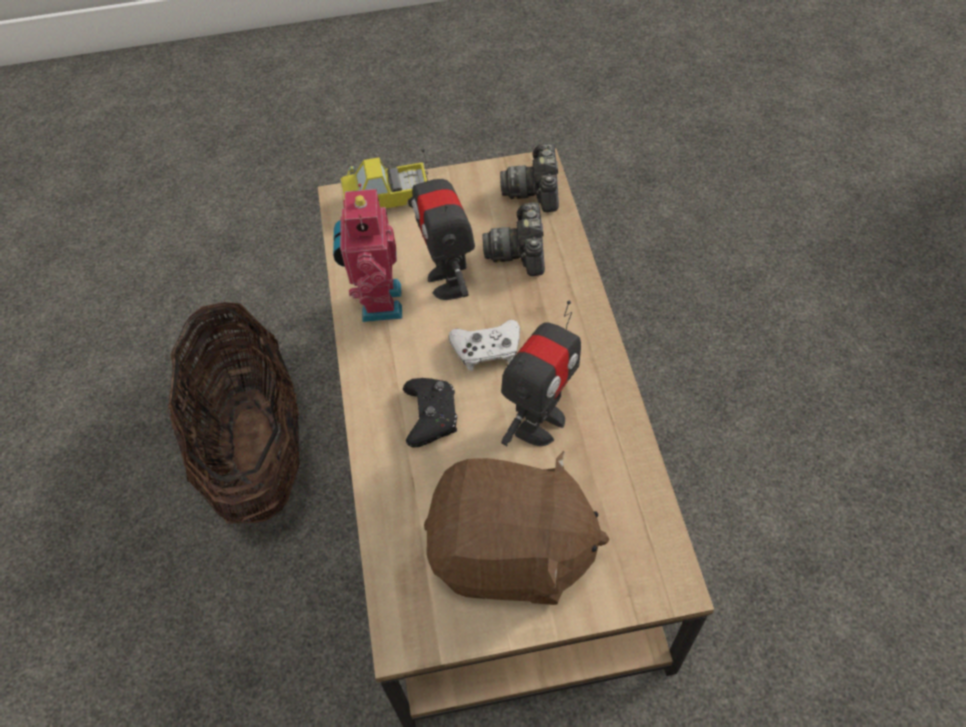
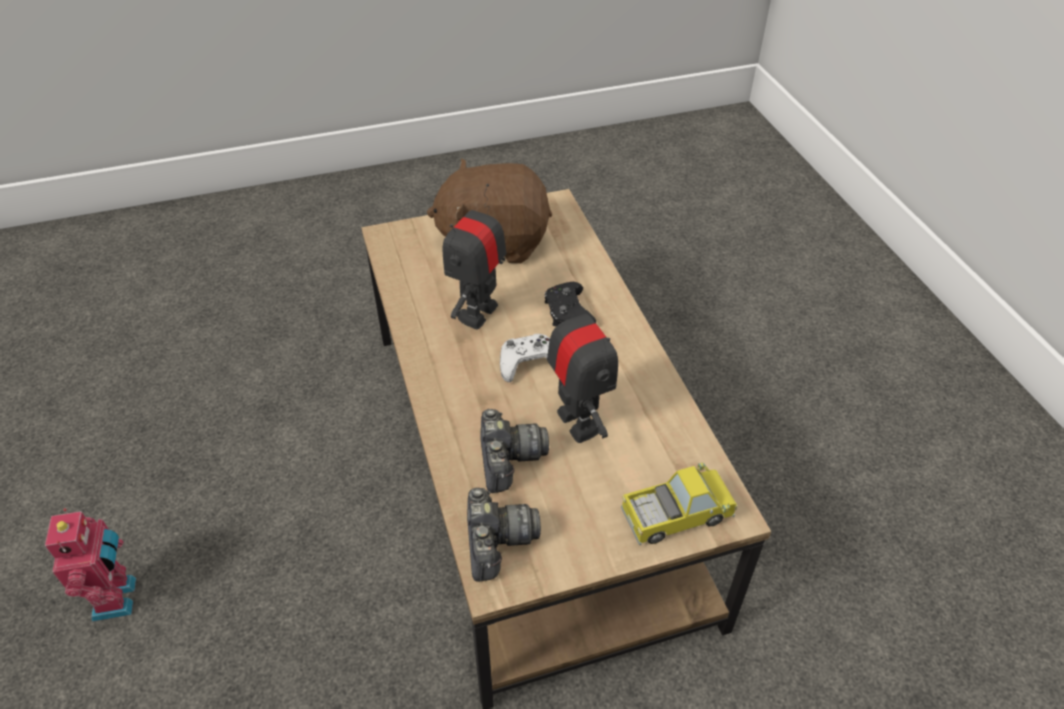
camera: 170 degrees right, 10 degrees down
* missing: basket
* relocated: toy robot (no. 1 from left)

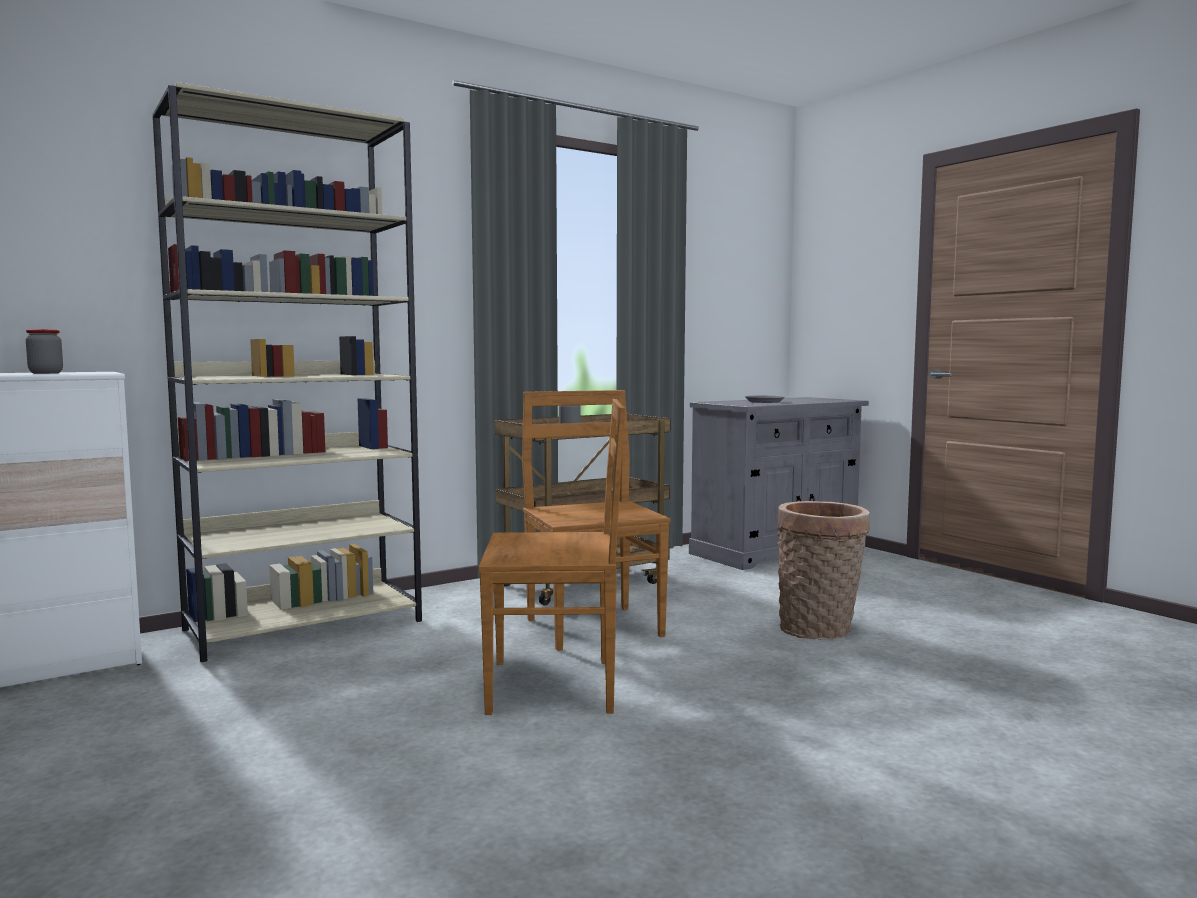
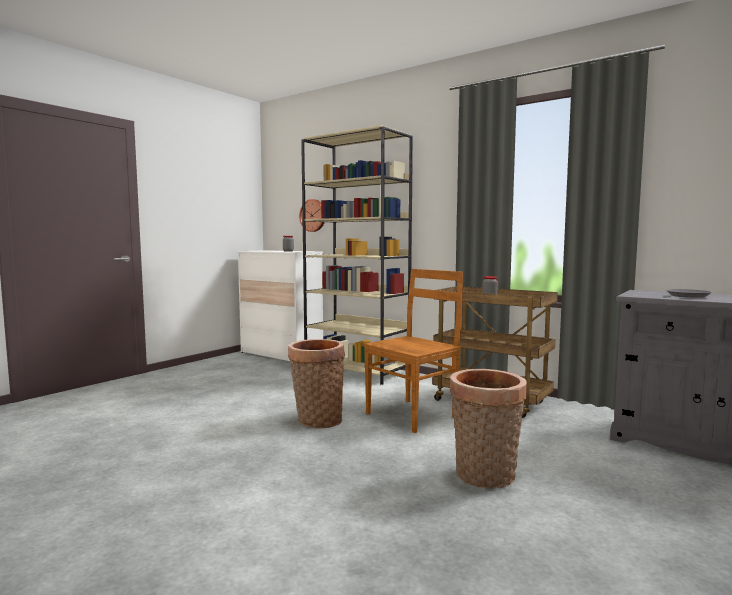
camera: 70 degrees right, 0 degrees up
* appeared: wall clock
* exchanged: plain chair in brown (no. 1 from left) to basket (no. 1 from left)

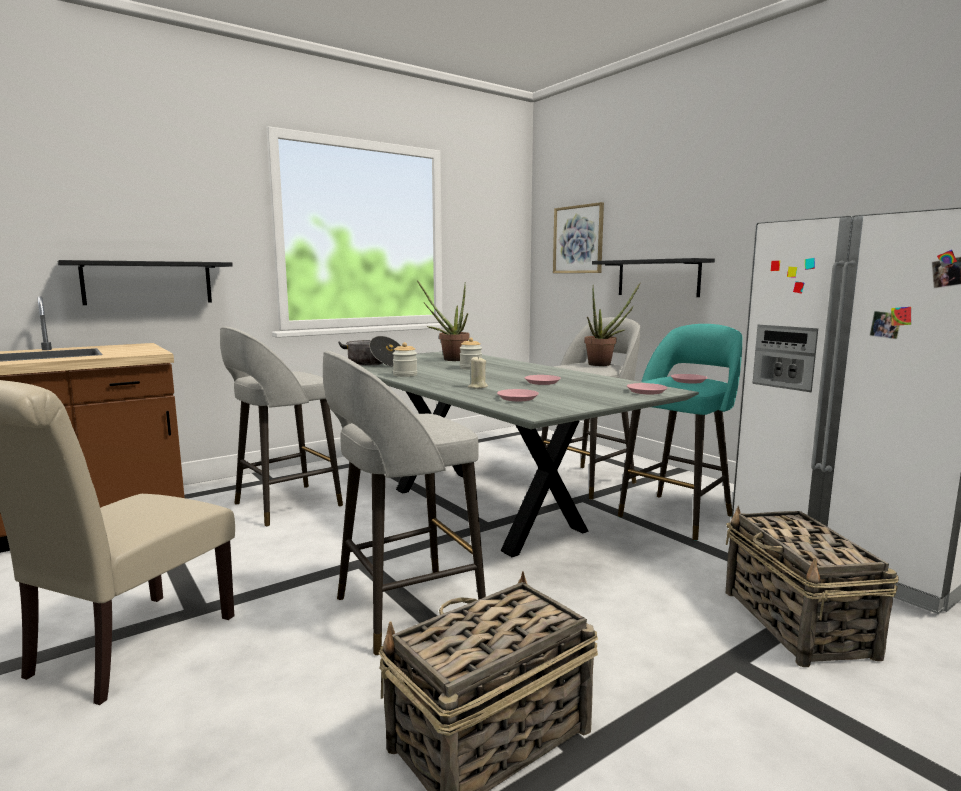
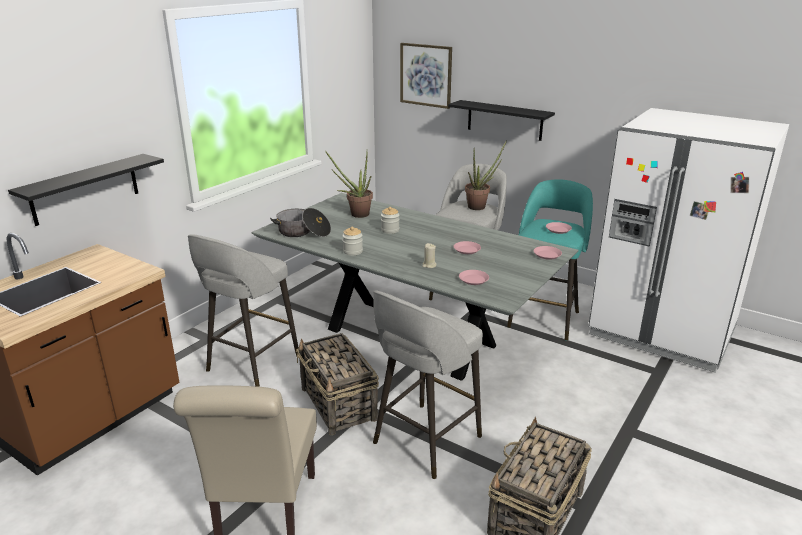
camera: 20 degrees left, 15 degrees up
* relocated: basket (no. 2 from left in the first image) to basket (no. 1 from left)

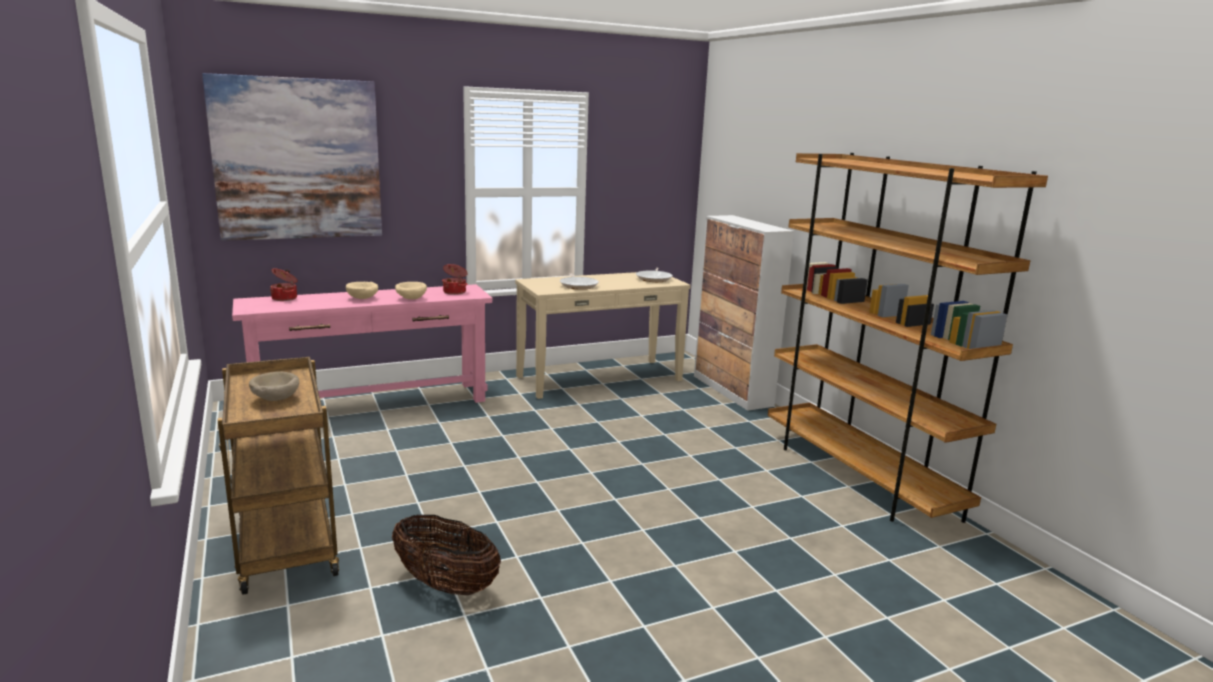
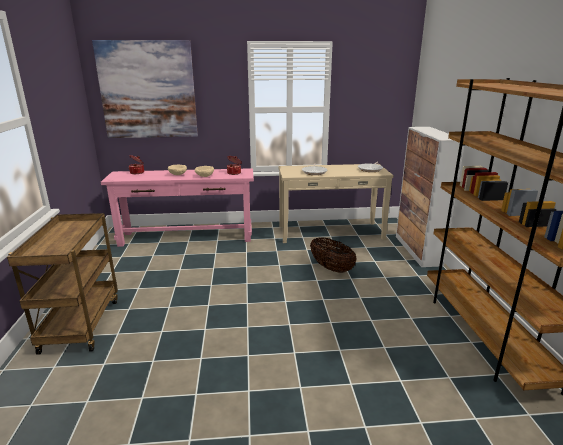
camera: 20 degrees right, 5 degrees up
* missing: serving bowl in beige (no. 1 from left)
* relocated: basket

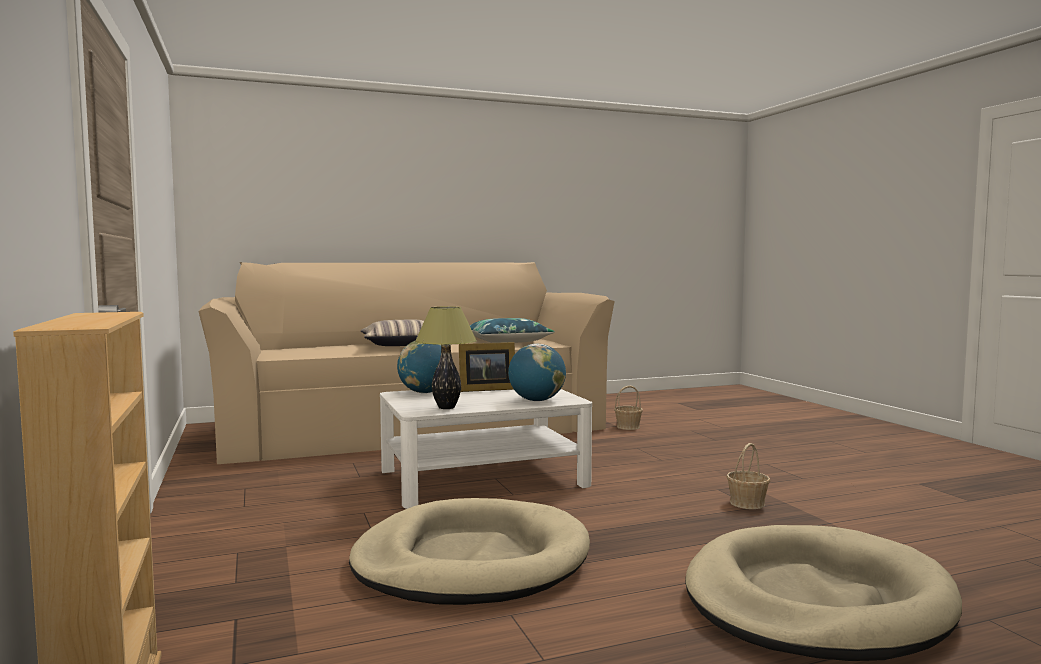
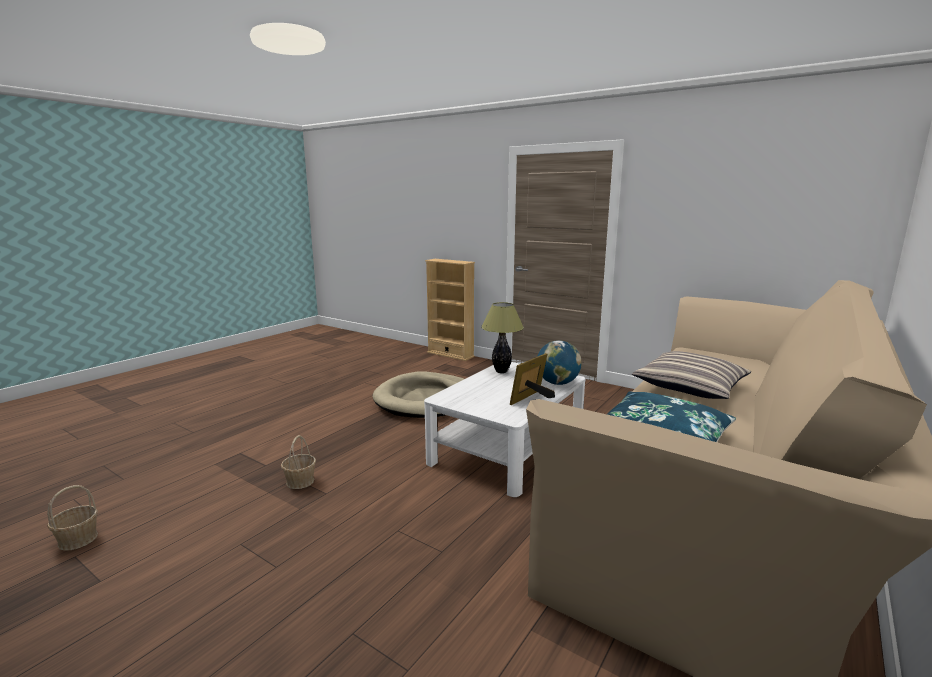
camera: 145 degrees right, 10 degrees up
* missing: desk globe (no. 2 from left)
* missing: pet bed in beige (no. 2 from left)
* relocated: basket (no. 1 from left)

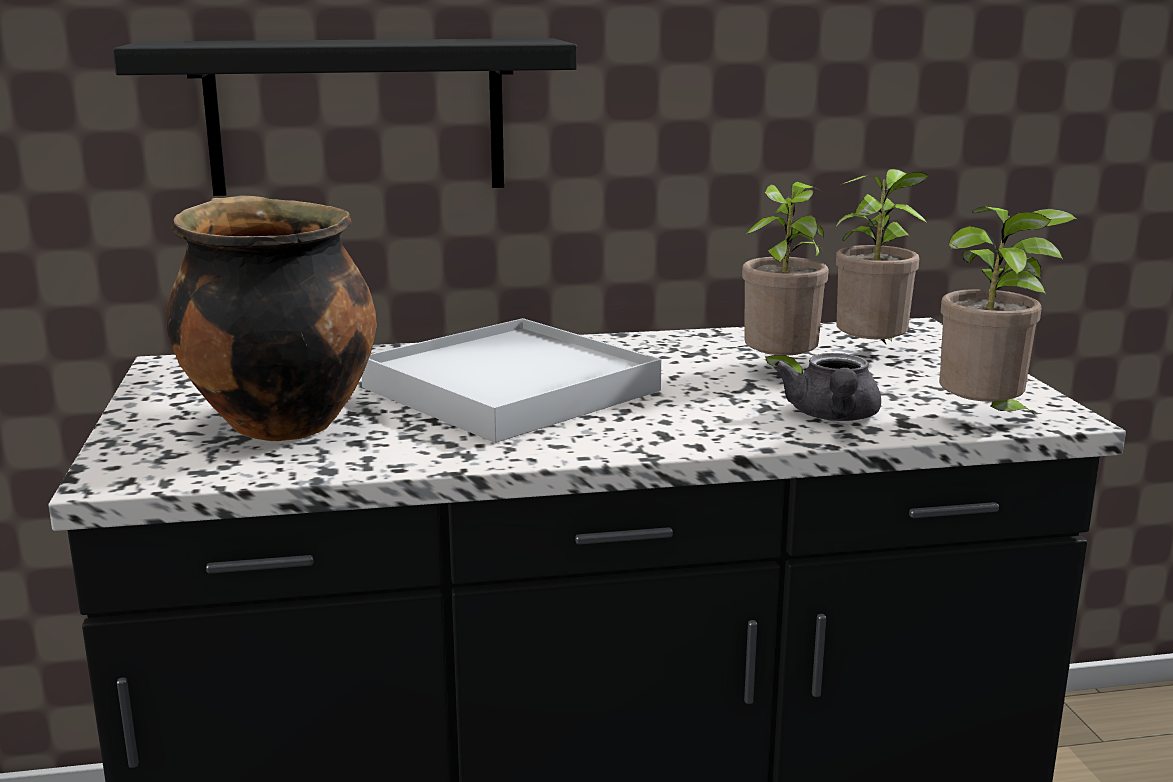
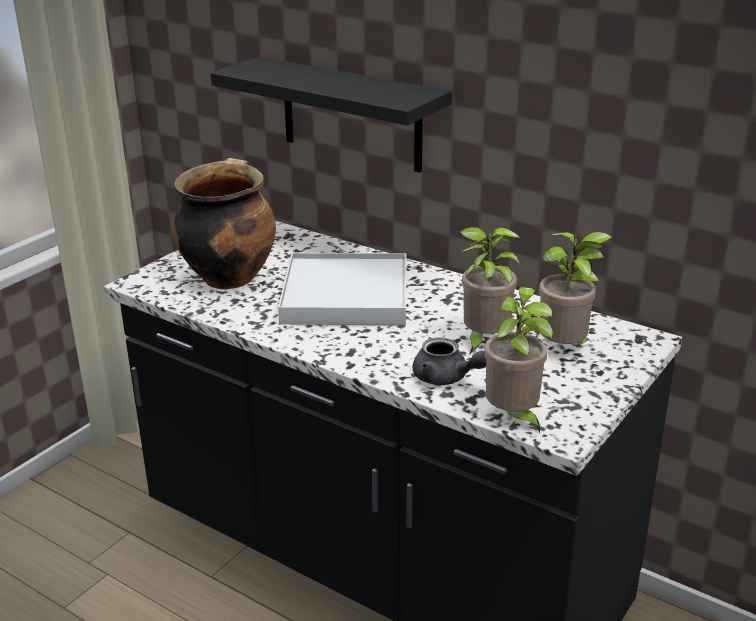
camera: 45 degrees right, 10 degrees up
* spun: tea pot in gray 105 degrees counterclockwise

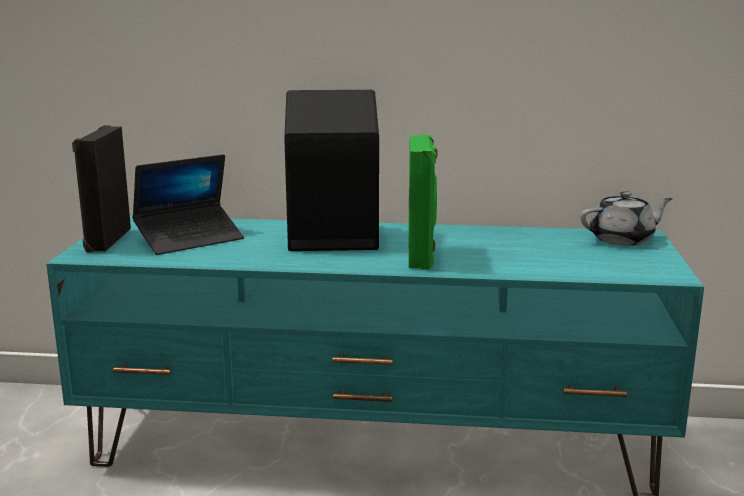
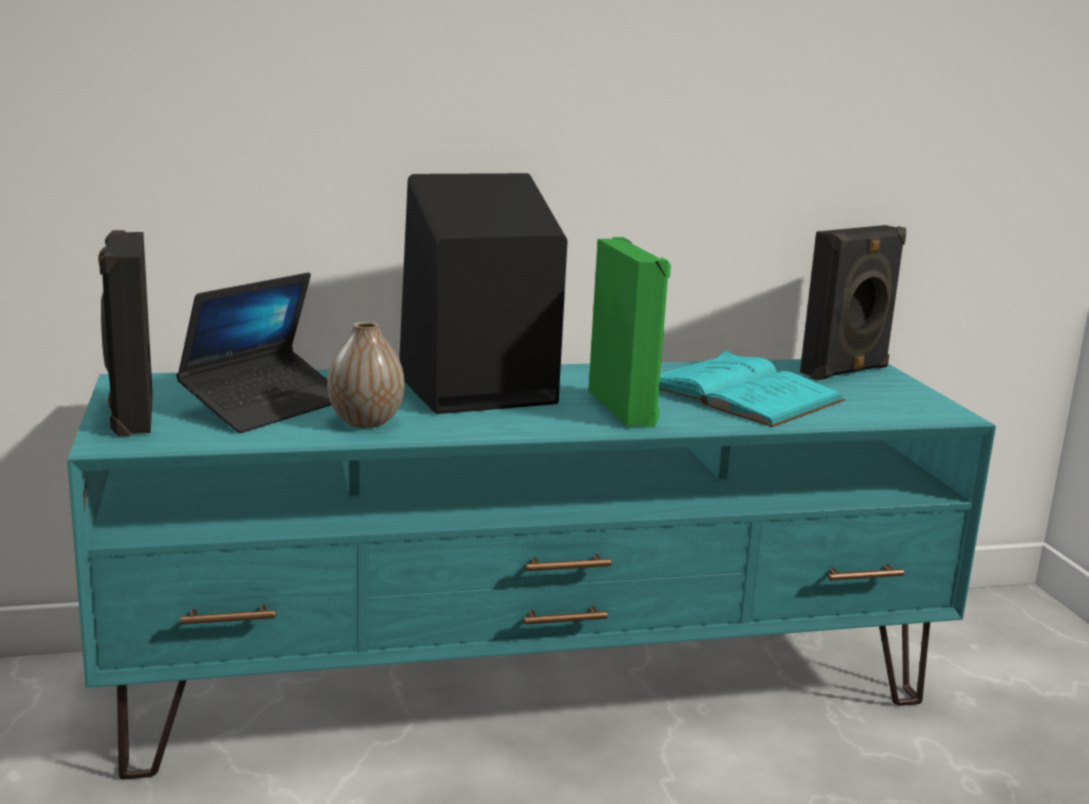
camera: 20 degrees left, 0 degrees up
* appeared: flower vase
* appeared: volume in turquoise
* exchanged: tea pot in gray to audio speaker in black (no. 3 from left)

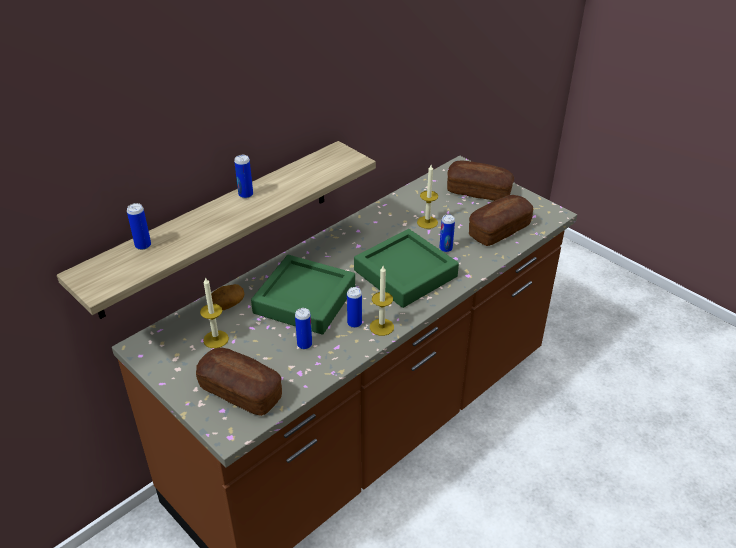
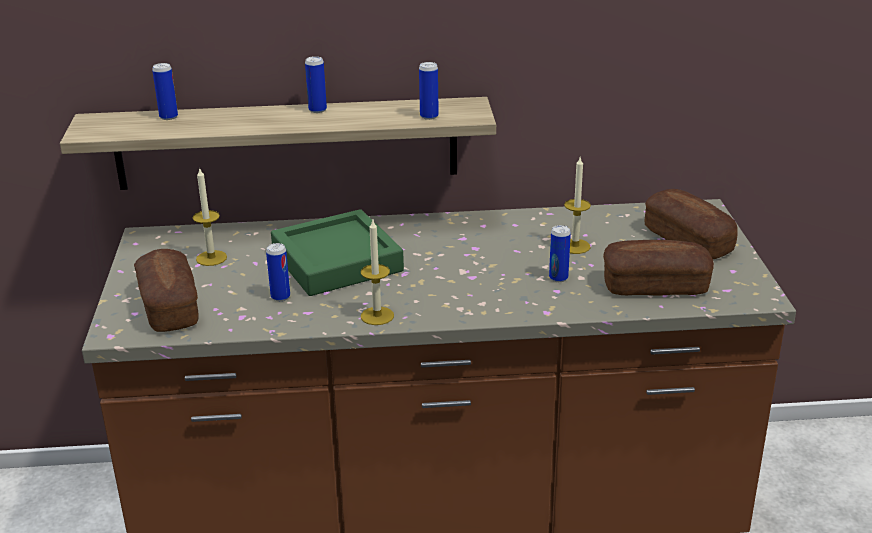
camera: 40 degrees right, 10 degrees down
* missing: spud
* missing: serving tray in green (no. 2 from left)
* relocated: can (no. 4 from left)

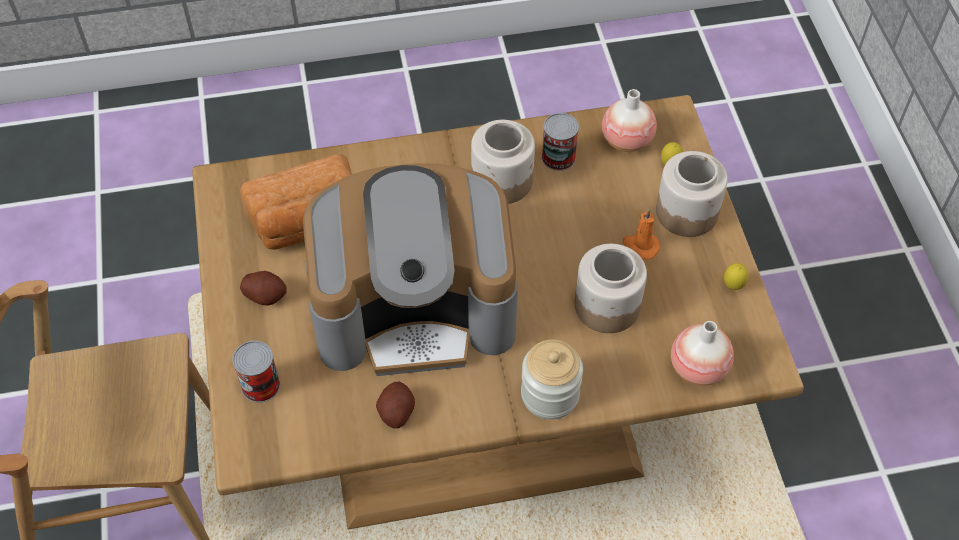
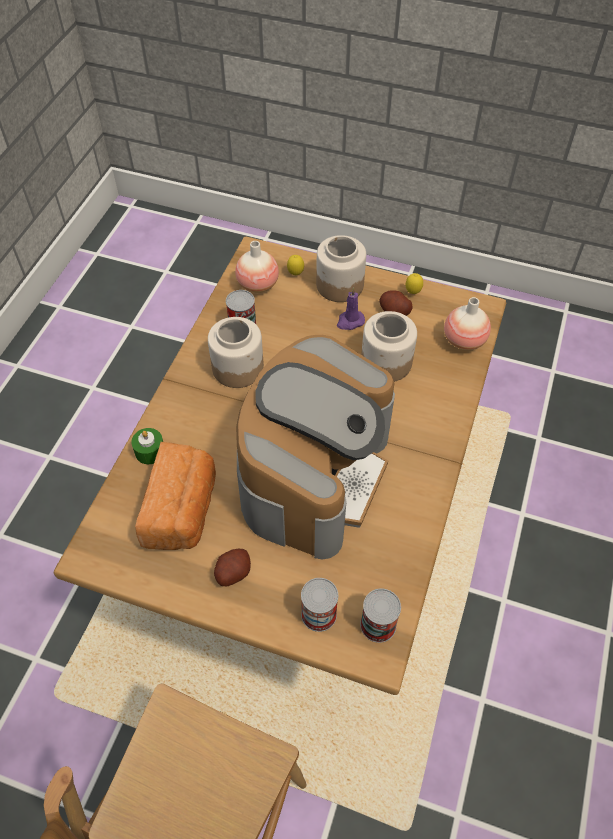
camera: 60 degrees left, 0 degrees up
* missing: preserve jar (no. 2 from left)
* appeared: candle in green
* appeared: can (no. 3 from left)
* relocated: spud (no. 2 from left)
* colour: candle in orange to candle in purple

